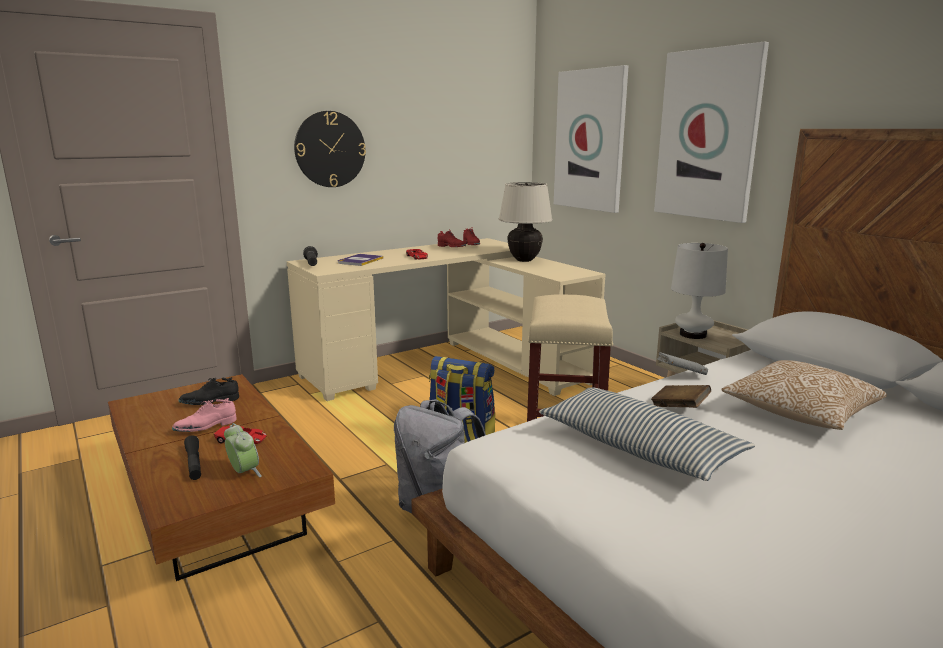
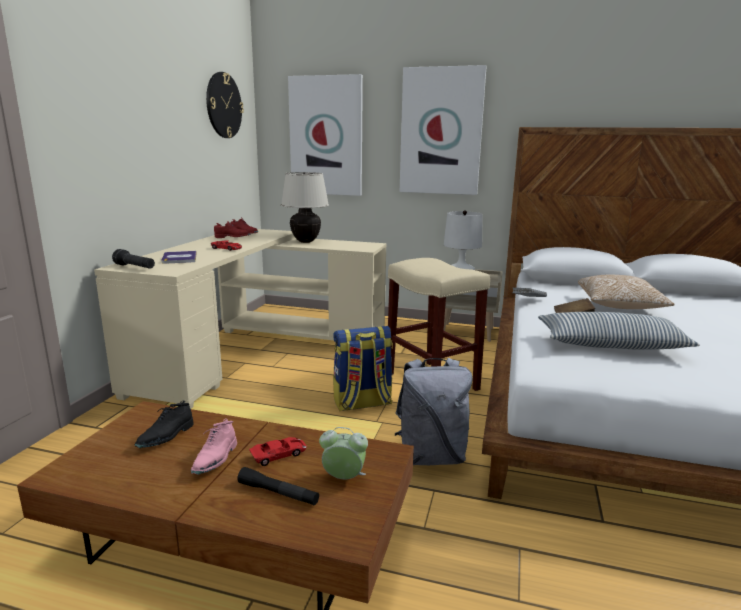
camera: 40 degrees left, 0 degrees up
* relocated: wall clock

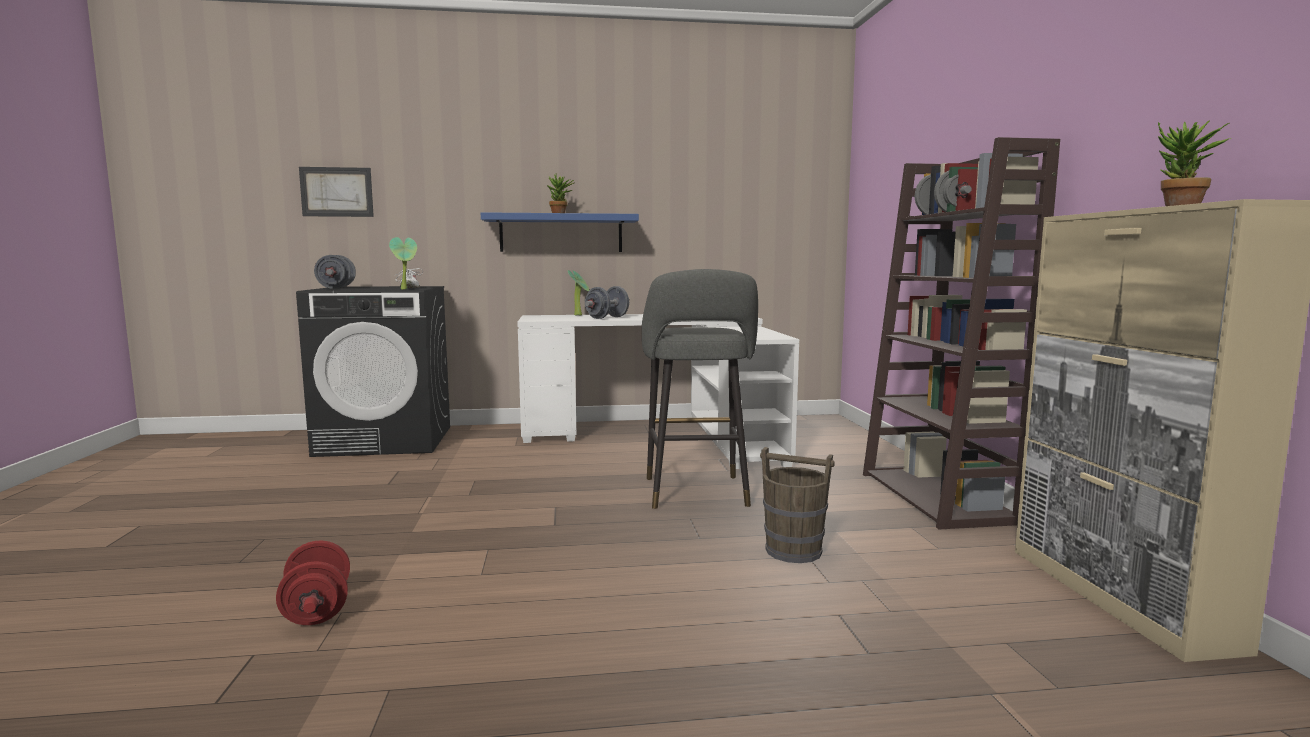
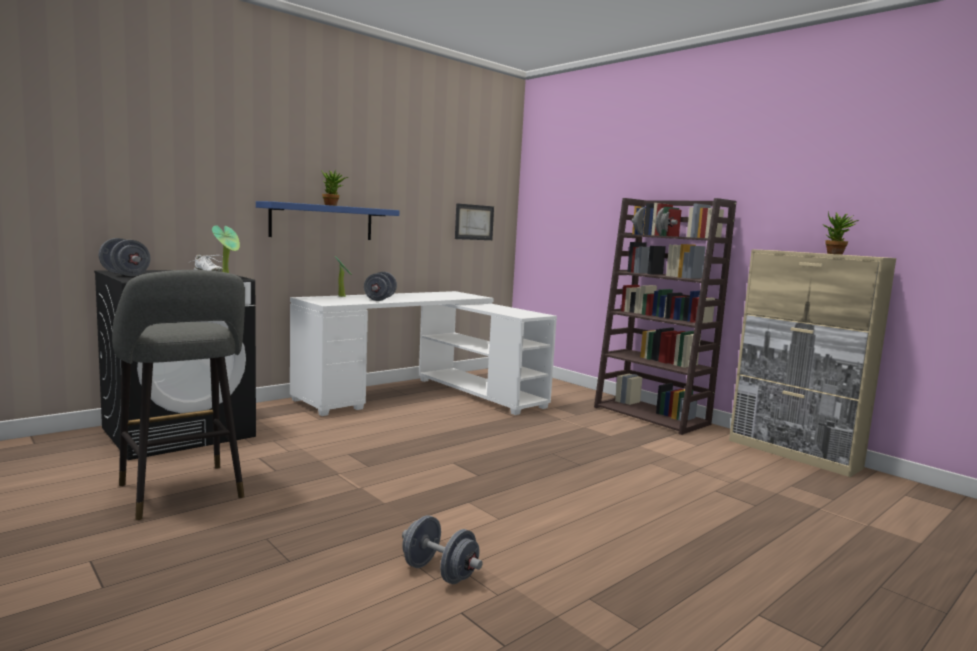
camera: 35 degrees left, 0 degrees up
* missing: pail in brown
* relocated: wall picture
* relocated: stool in gray
* colour: hand weight in red-coloured to hand weight in gray (no. 3 from left)

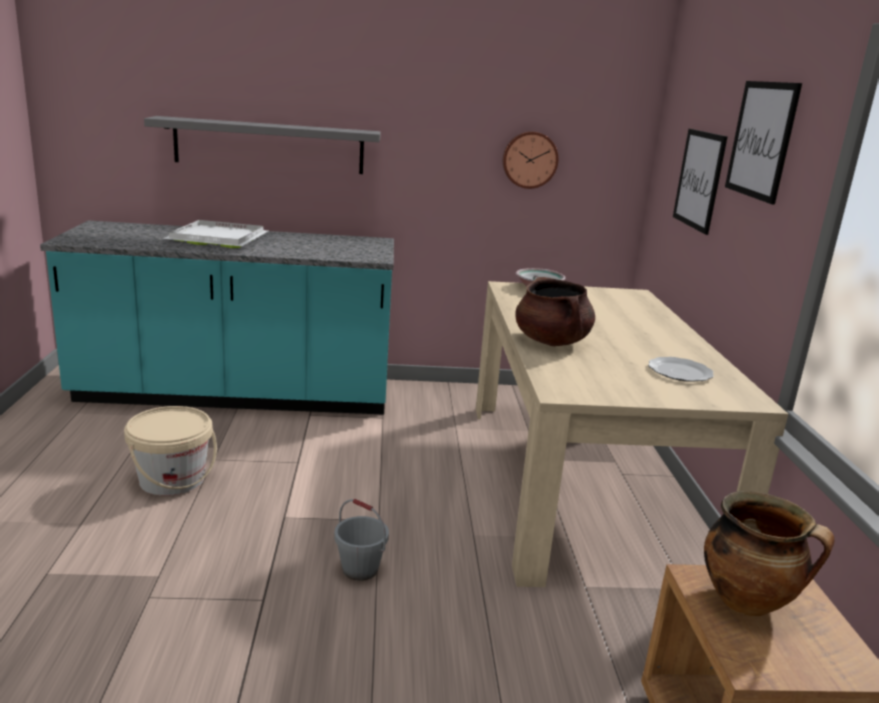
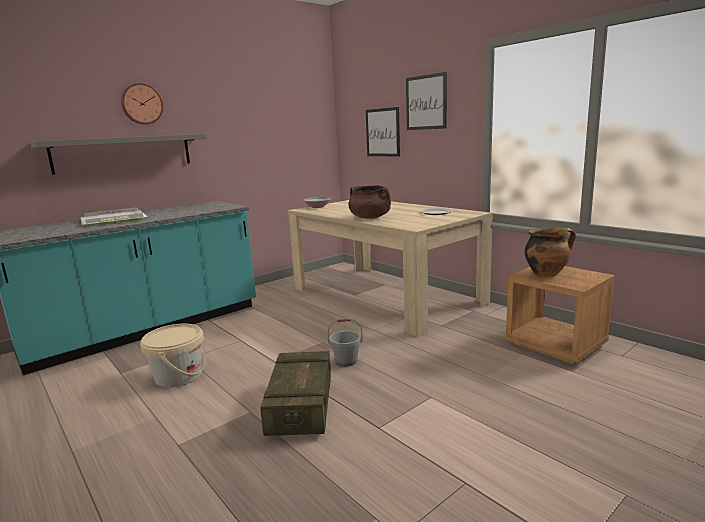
camera: 35 degrees left, 5 degrees down
* appeared: shipping crate
* relocated: wall clock

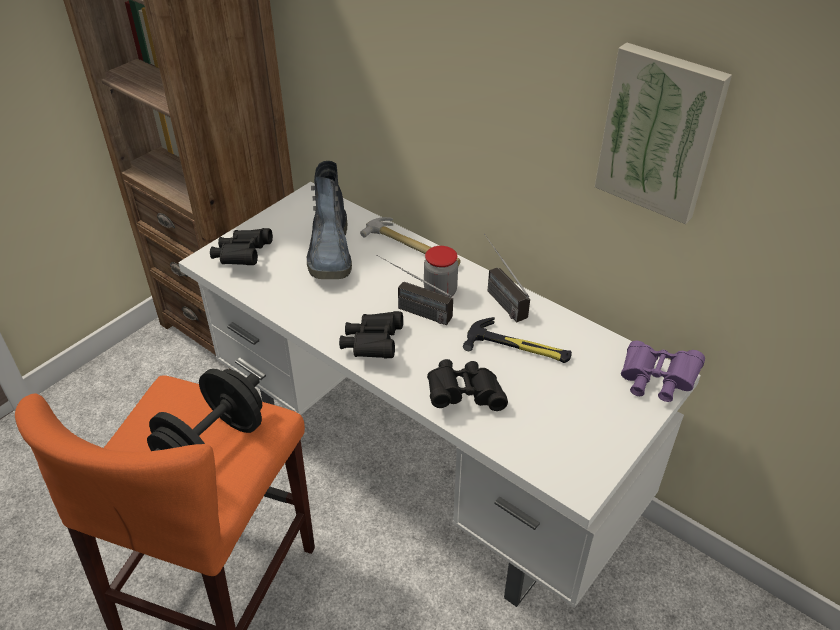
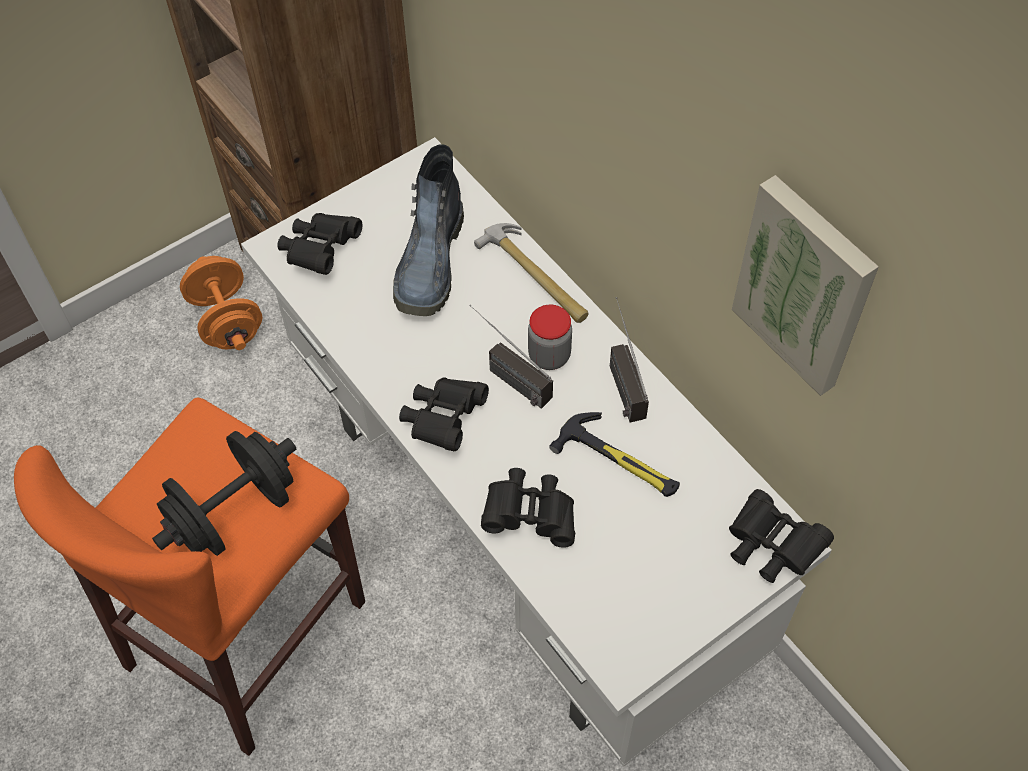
camera: 15 degrees right, 15 degrees up
* appeared: hand weight in orange
* colour: binoculars in purple to binoculars in black (no. 4 from left)

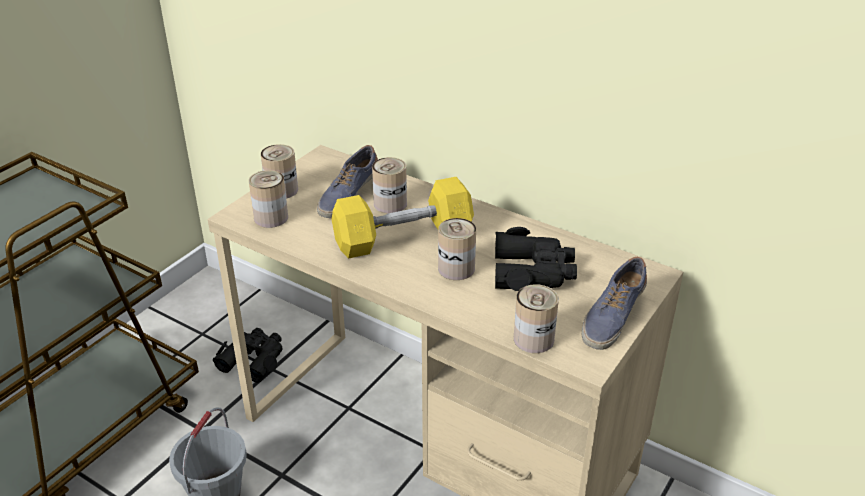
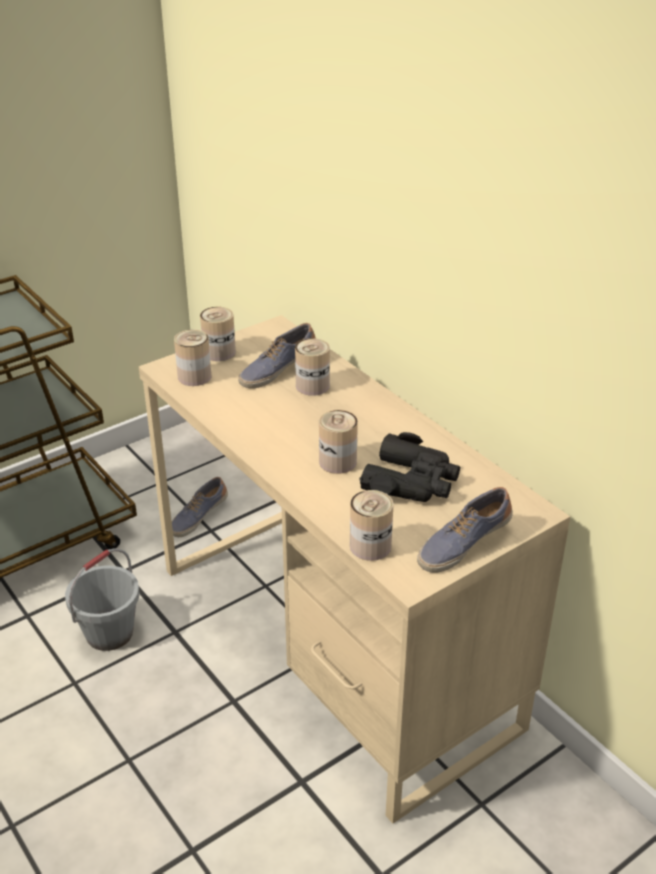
camera: 20 degrees right, 0 degrees up
* missing: hand weight in yellow
* exchanged: binoculars in black (no. 1 from left) to low shoe (no. 1 from left)

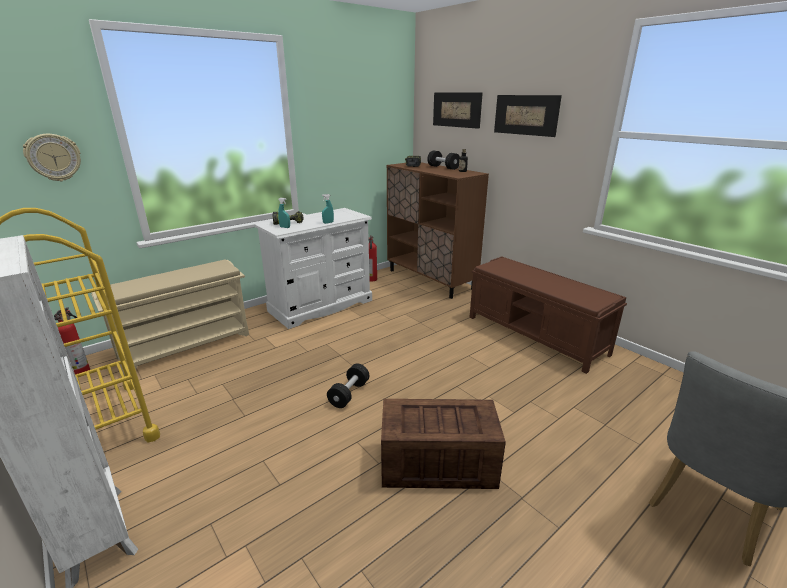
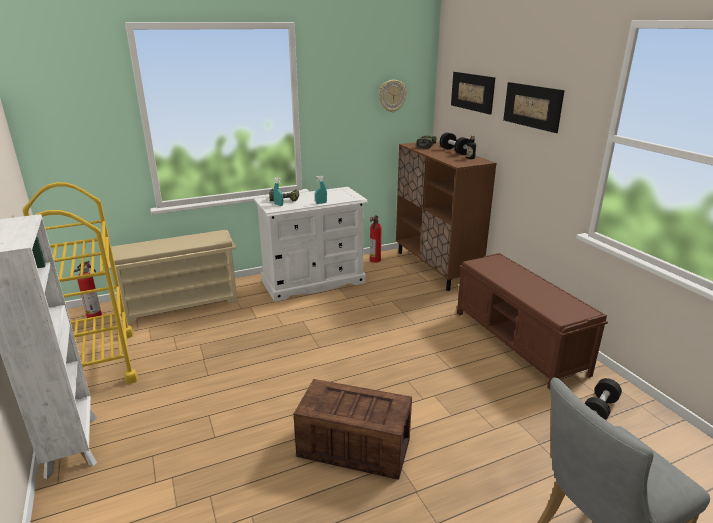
camera: 15 degrees right, 0 degrees up
* relocated: wall clock
* relocated: hand weight in black (no. 1 from left in the first image) to hand weight in black (no. 2 from left)

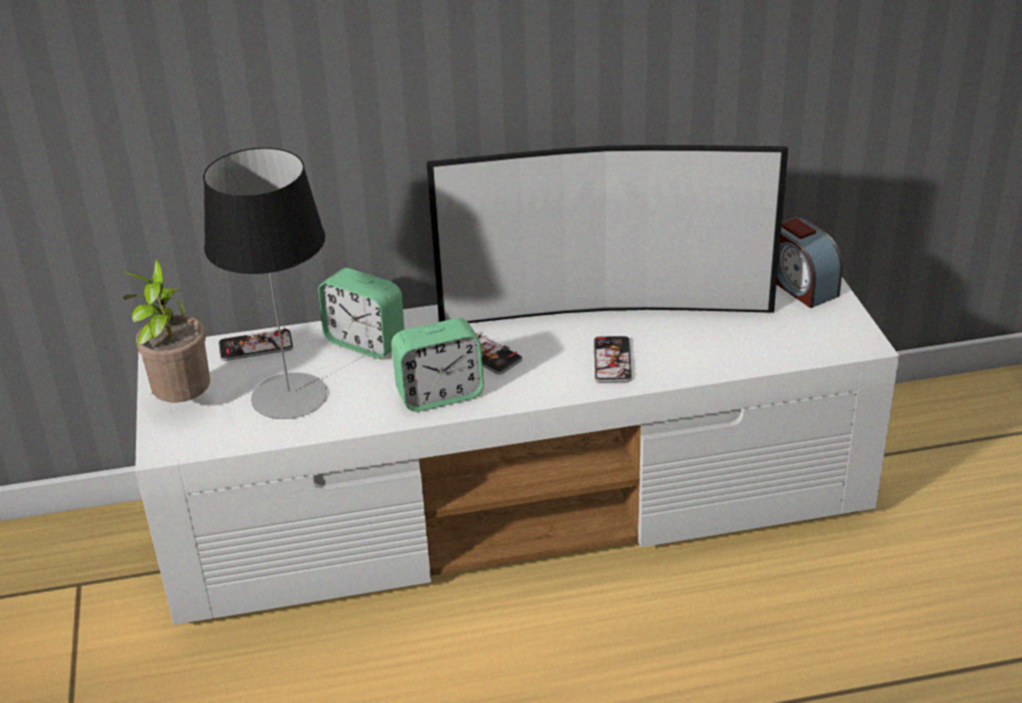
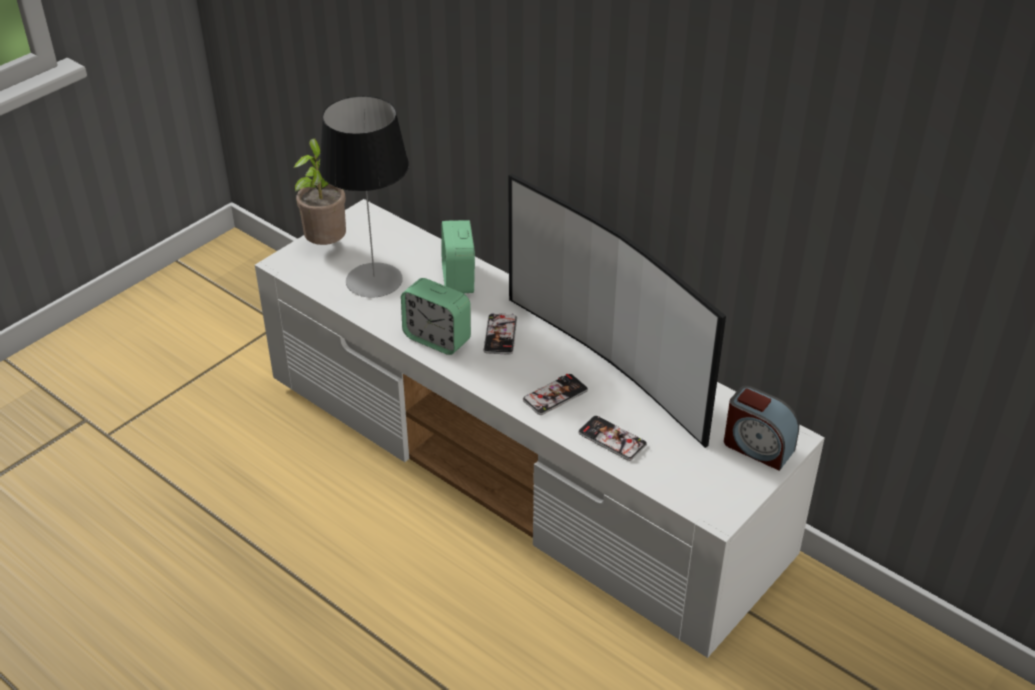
camera: 50 degrees right, 5 degrees up
* relocated: handset (no. 1 from left in the first image) to handset (no. 3 from left)
* spun: alarm clock (no. 3 from left) 75 degrees counterclockwise

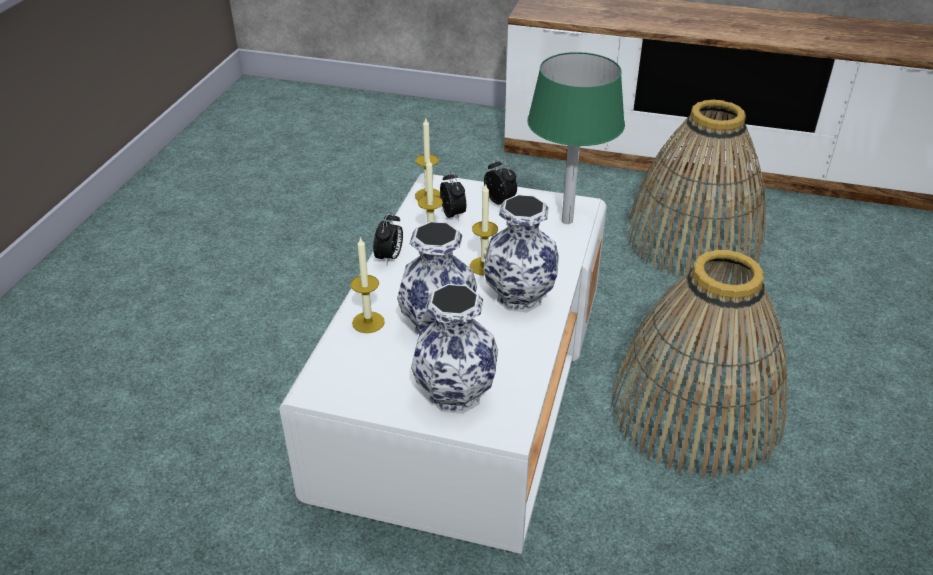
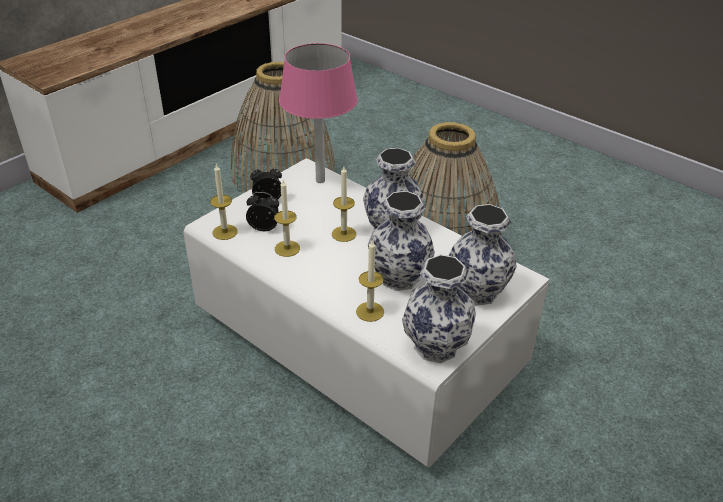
camera: 65 degrees left, 0 degrees up
* missing: alarm clock (no. 1 from left)
* appeared: flower vase (no. 3 from left)
* colour: tabletop lamp in green to tabletop lamp in pink

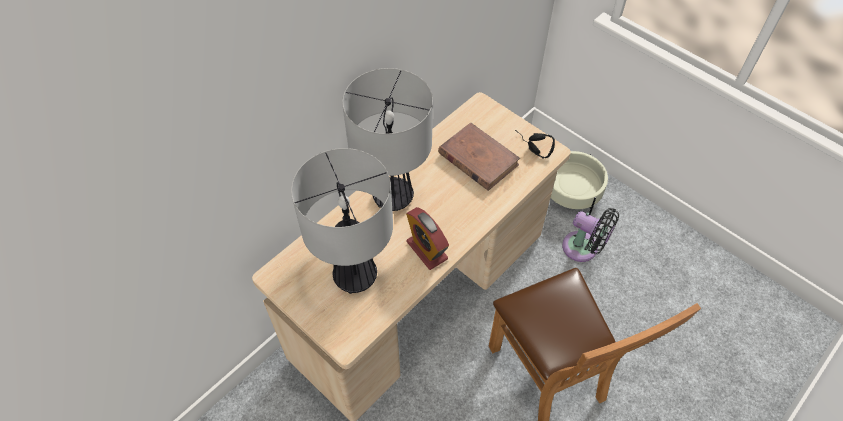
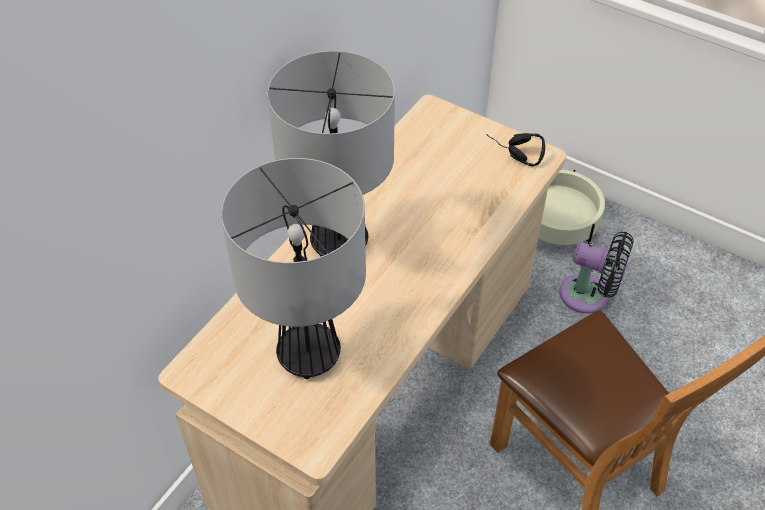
camera: 10 degrees left, 5 degrees down
* missing: alarm clock
* missing: volume in brown

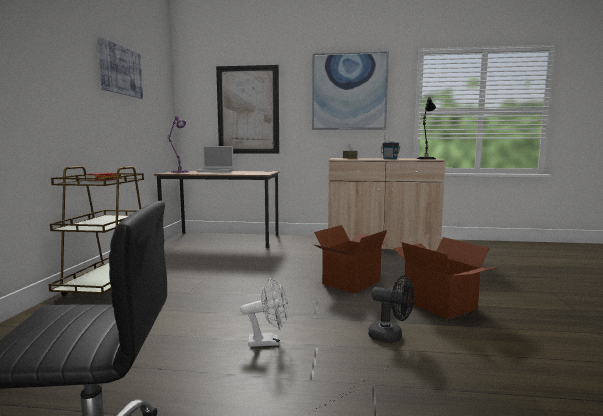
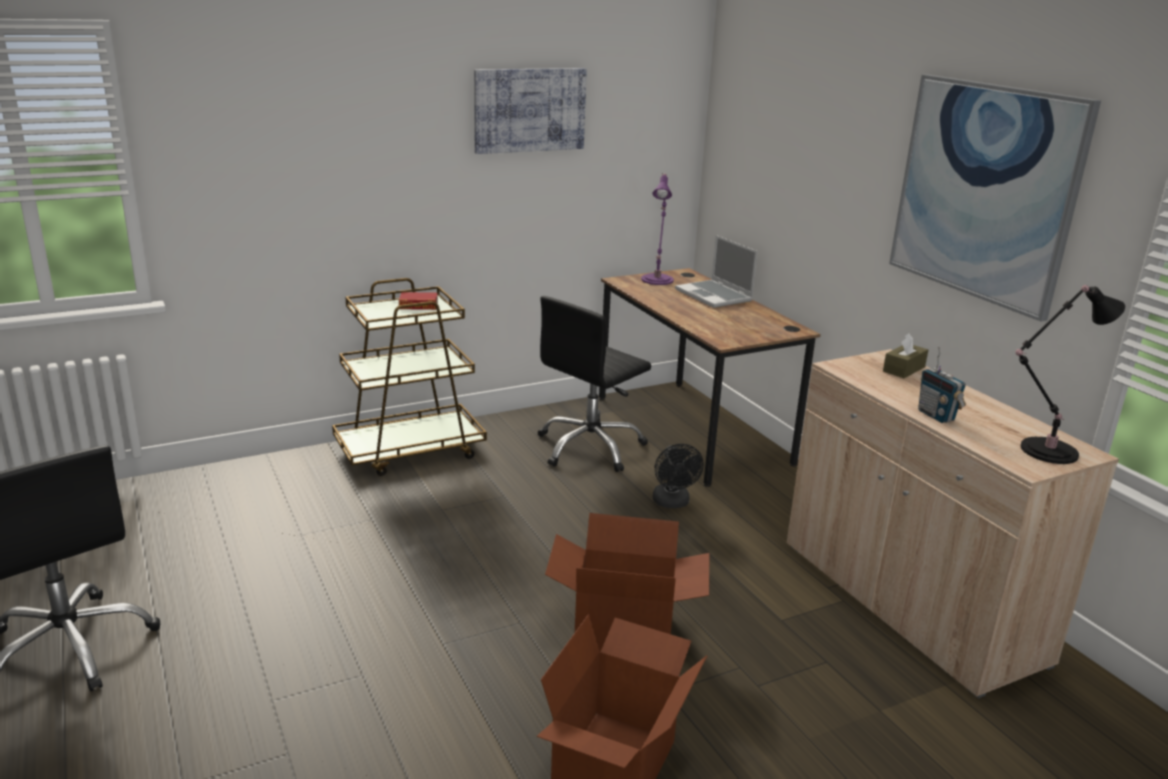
camera: 55 degrees right, 15 degrees up
* missing: wall picture (no. 2 from left)
* missing: cooling fan in white-coloured
* appeared: computer chair in black (no. 2 from left)
* relocated: cooling fan in black

